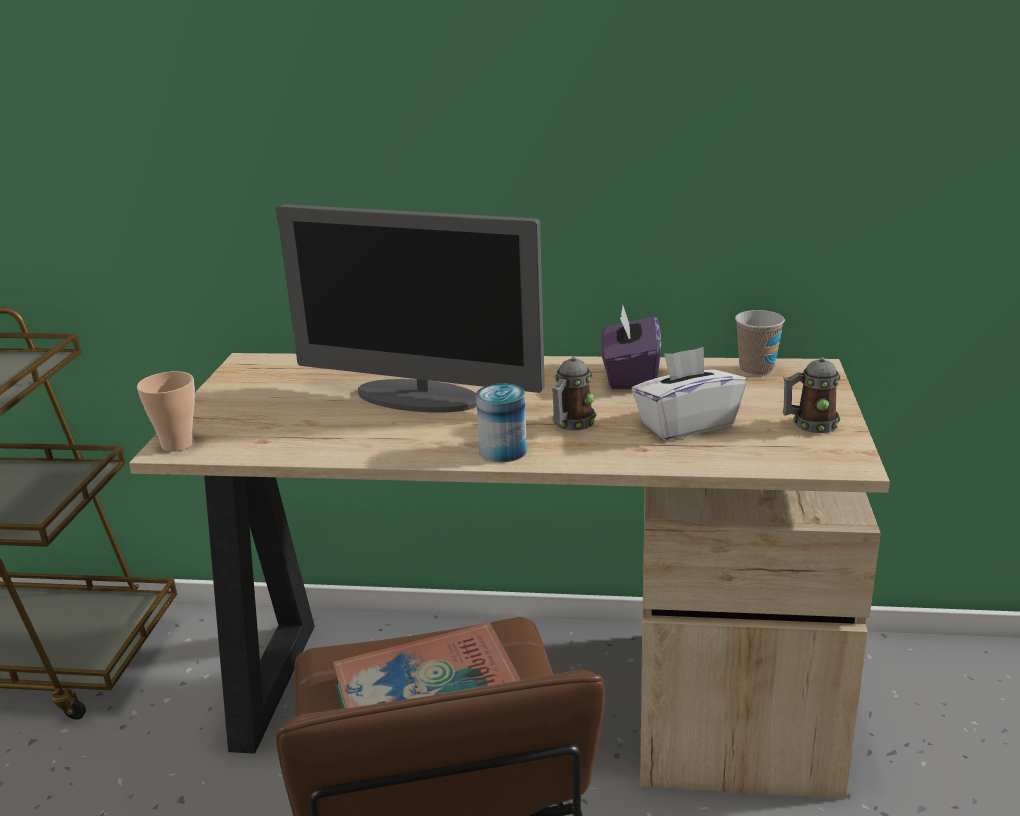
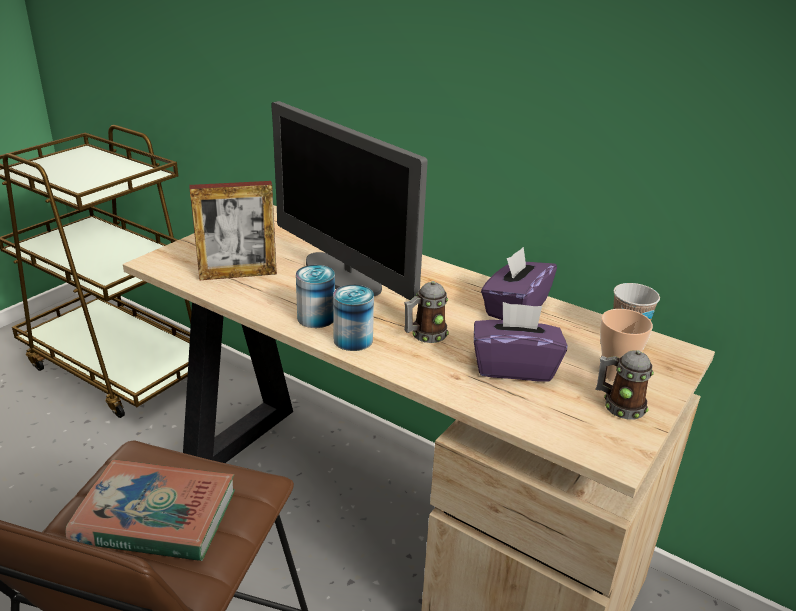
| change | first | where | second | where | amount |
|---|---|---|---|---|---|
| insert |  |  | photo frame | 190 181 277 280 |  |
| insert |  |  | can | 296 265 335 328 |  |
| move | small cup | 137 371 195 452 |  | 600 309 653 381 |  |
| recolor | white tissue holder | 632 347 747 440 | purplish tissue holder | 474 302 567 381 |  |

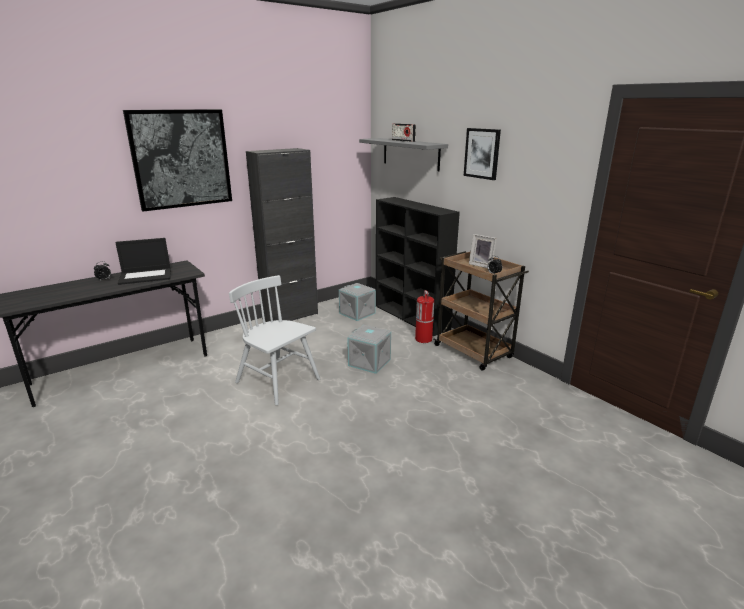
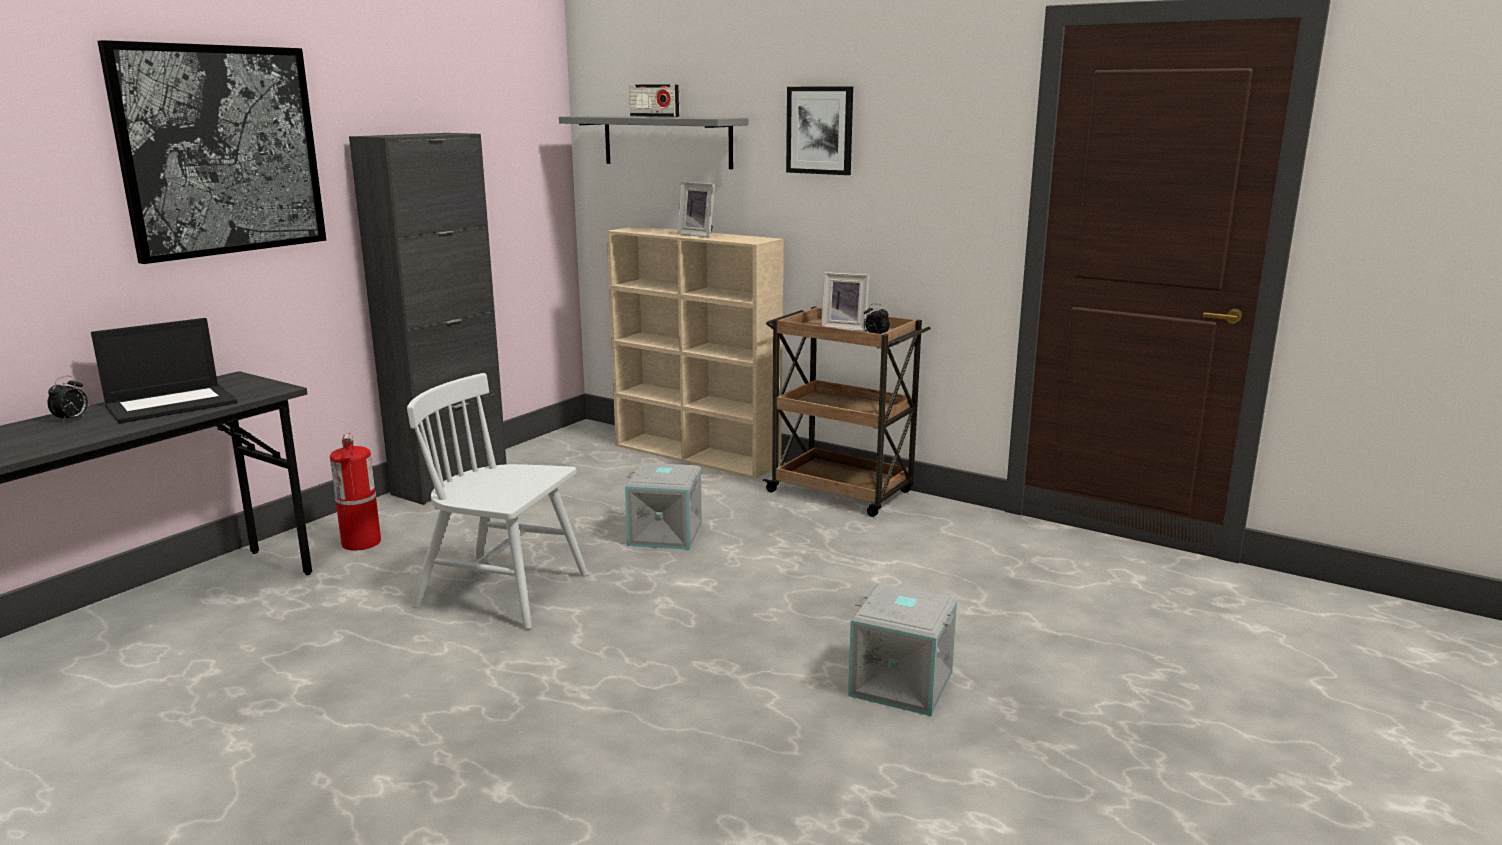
| change | first | where | second | where | amount |
|---|---|---|---|---|---|
| insert |  |  | photo frame | 677 182 715 238 |  |
| move | grey storage bin | 339 283 376 321 |  | 848 583 957 716 |  |
| move | fire extinguisher | 415 290 434 343 |  | 330 433 381 551 |  |
| recolor | black-coloured bookcase | 376 197 460 336 | beige bookcase | 607 226 783 479 |  |

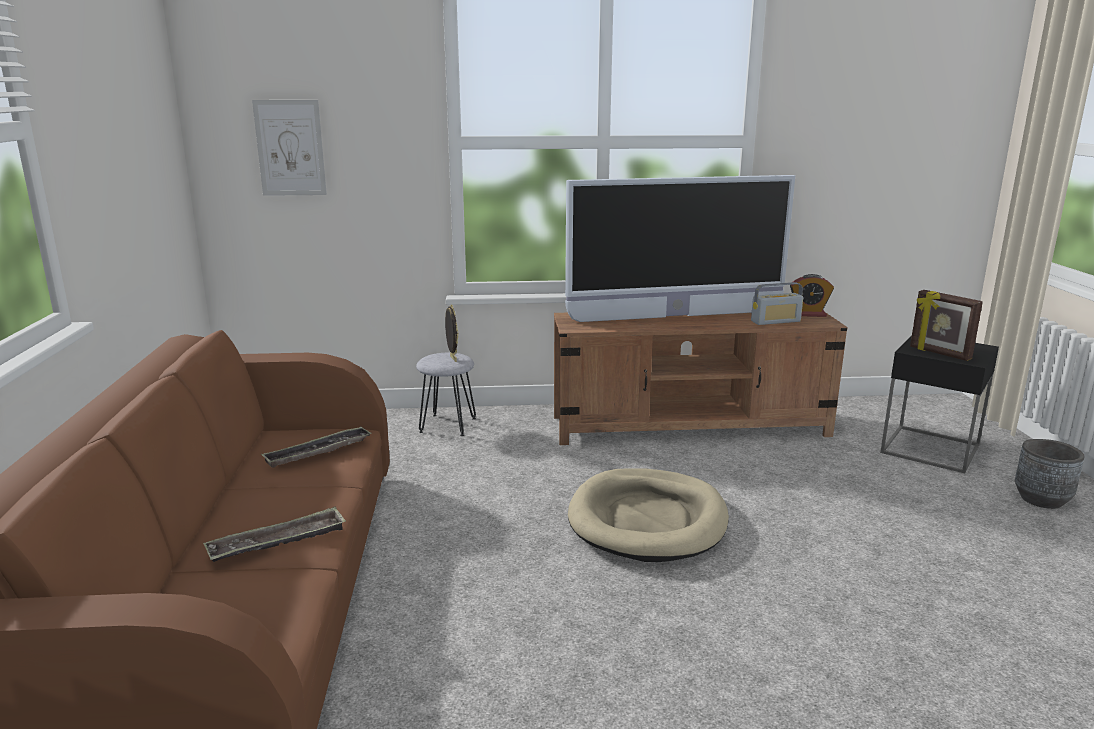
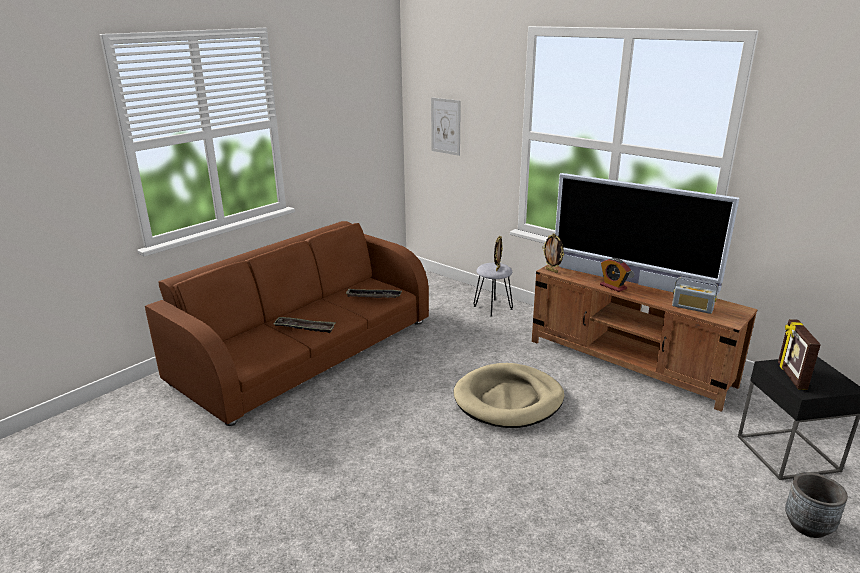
| change | first | where | second | where | amount |
|---|---|---|---|---|---|
| insert |  |  | photo frame | 543 234 564 273 |  |
| move | bedside clock | 790 274 834 317 |  | 600 258 631 292 |  |

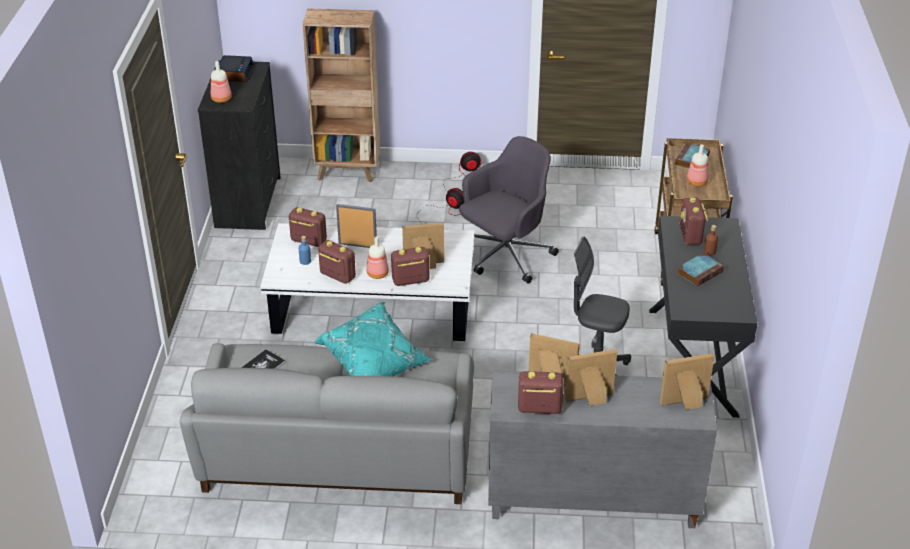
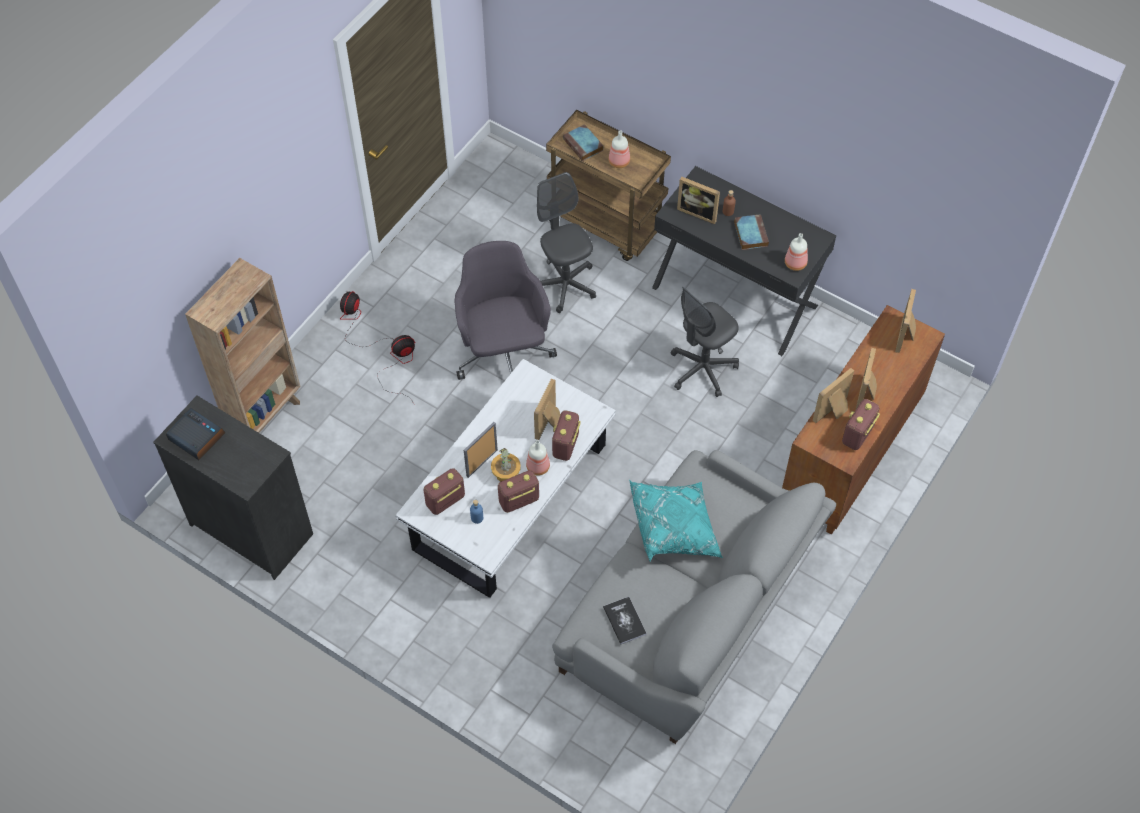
| change | first | where | second | where | amount |
|---|---|---|---|---|---|
| insert |  |  | potted plant | 491 448 521 482 |  |
| insert |  |  | grey office chair | 537 172 596 313 |  |
| move | bottle | 211 61 232 103 |  | 785 233 808 271 |  |
| replace | radio set | 679 197 708 245 | photo frame | 677 177 720 224 |  |
| recolor | grey storage cabinet | 488 370 717 528 | brownish storage cabinet | 782 305 945 535 |  |

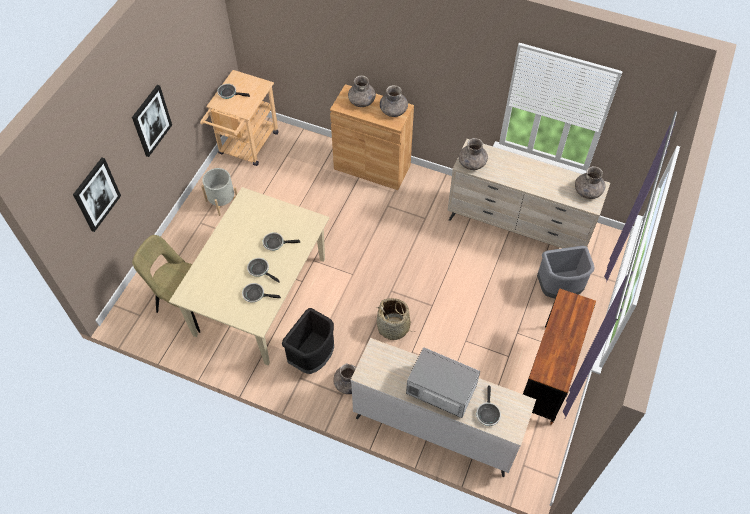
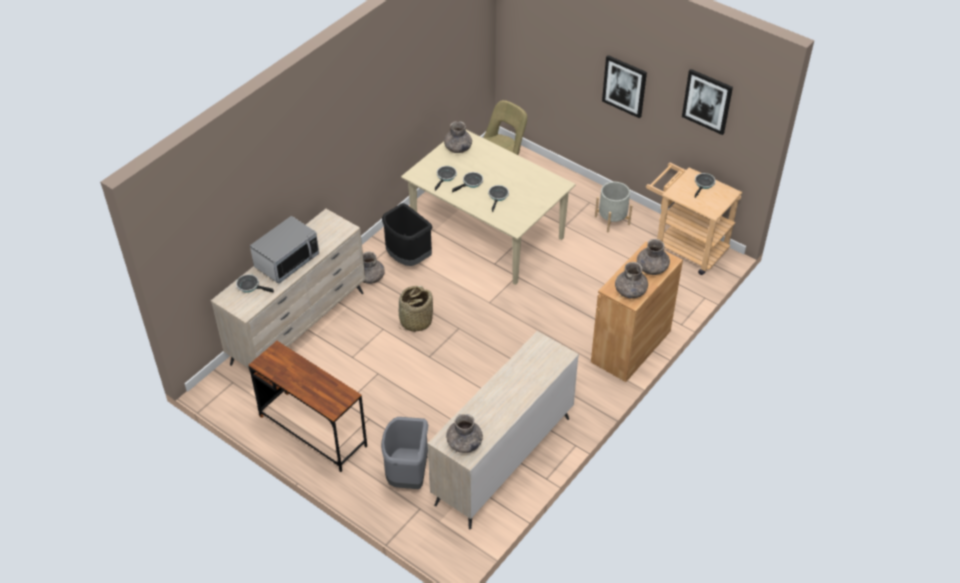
| change | first | where | second | where | amount |
|---|---|---|---|---|---|
| move | wall picture | 73 158 121 232 |  | 682 69 733 135 |  |
| move | grey vase | 458 138 488 170 |  | 444 121 472 153 |  |

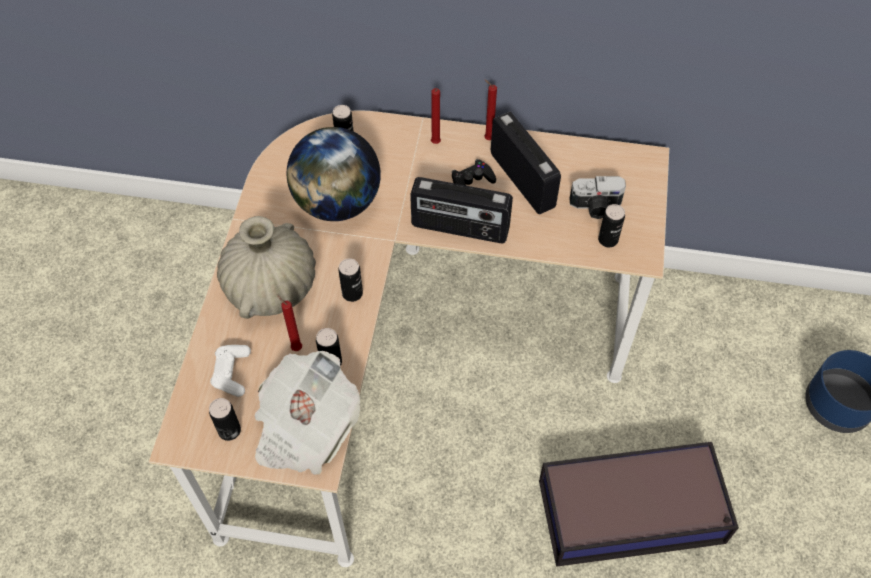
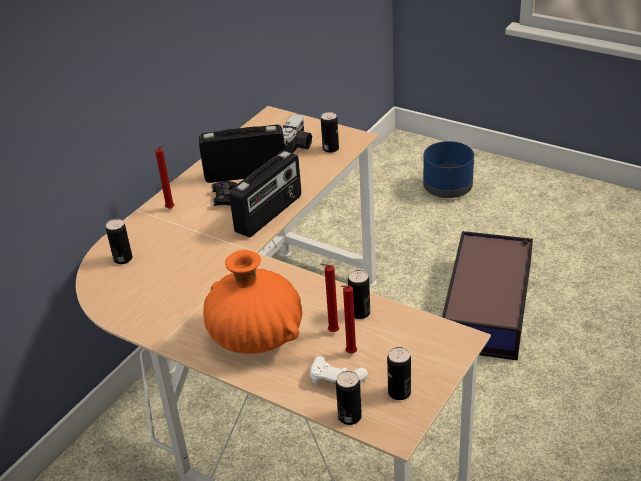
| change | first | where | second | where | amount |
|---|---|---|---|---|---|
| delete | newspaper | 254 351 360 475 |  |  |  |
| delete | world globe | 287 127 381 221 |  |  |  |
| move | can | 338 258 363 302 |  | 336 371 362 425 |  |
| move | reddish candle | 484 79 497 140 |  | 341 285 357 354 |  |
| recolor | beige vase | 217 216 316 319 | orange vase | 203 250 302 354 |  |

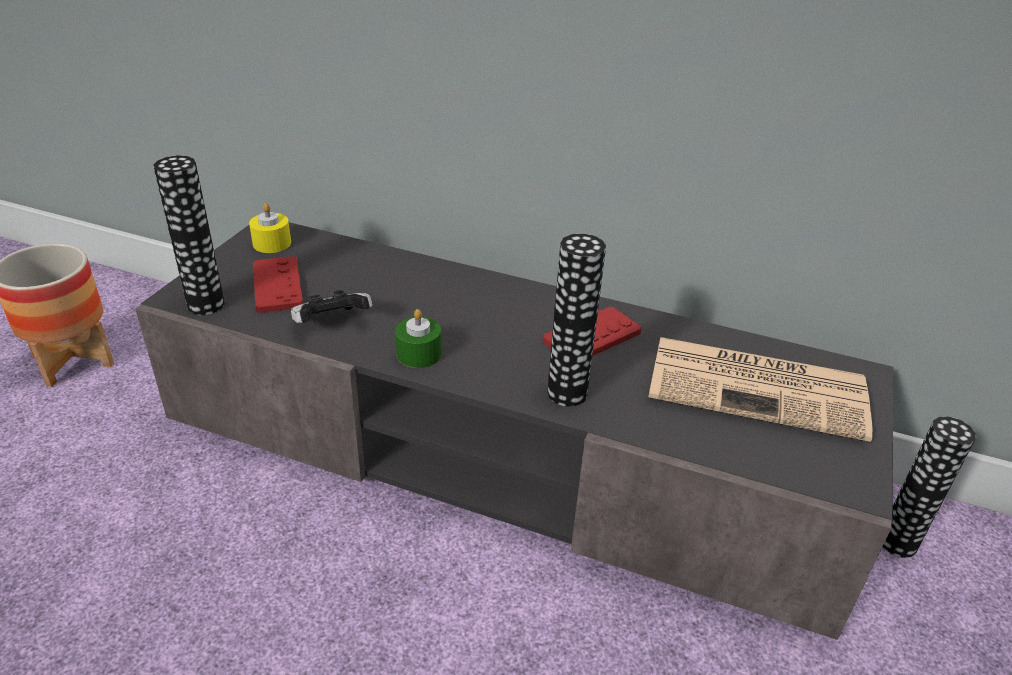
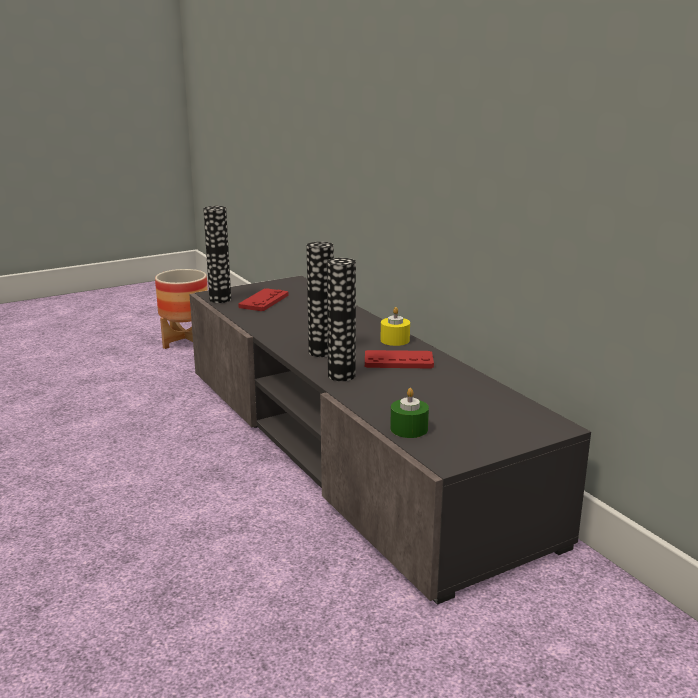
| change | first | where | second | where | amount |
|---|---|---|---|---|---|
| delete | game controller | 291 290 373 323 |  |  |  |
| delete | newspaper | 648 337 873 442 |  |  |  |
| move | yellow candle | 249 203 291 253 |  | 381 307 410 346 |  |
| move | green candle | 395 309 442 368 |  | 390 388 429 438 |  |
| move | vase | 883 416 976 558 |  | 307 242 334 357 |  |

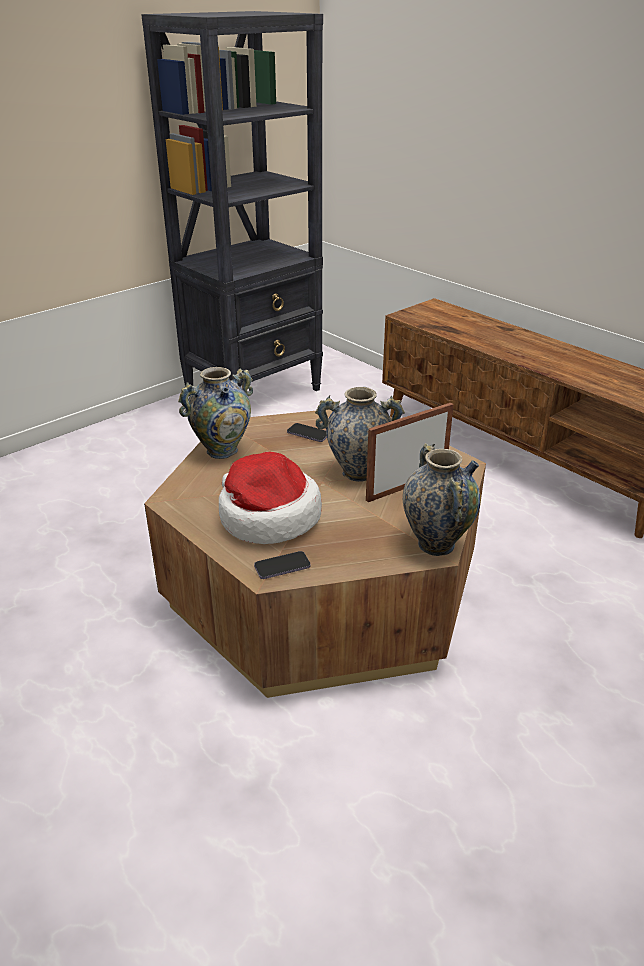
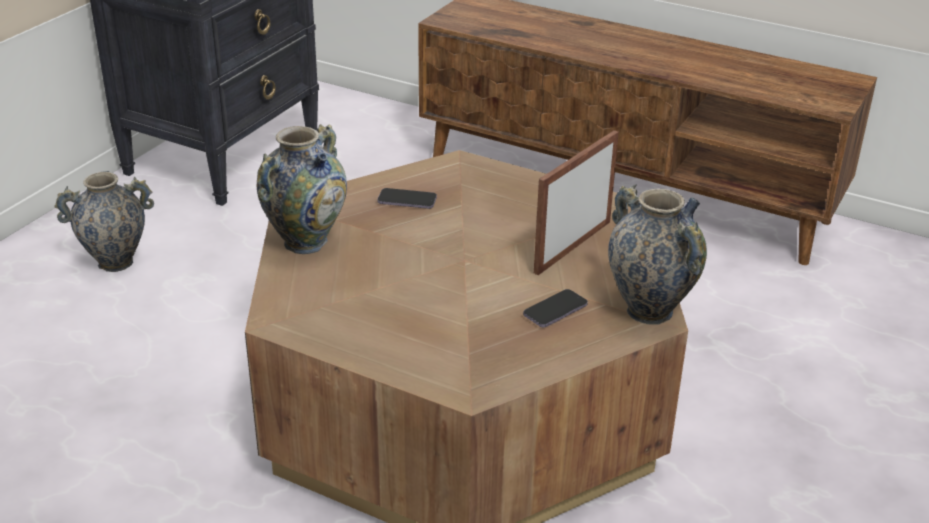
| change | first | where | second | where | amount |
|---|---|---|---|---|---|
| delete | wearable hat | 219 452 322 544 |  |  |  |
| move | telephone | 254 551 311 579 |  | 523 289 588 327 |  |
| move | vase | 315 387 405 482 |  | 54 171 154 272 |  |

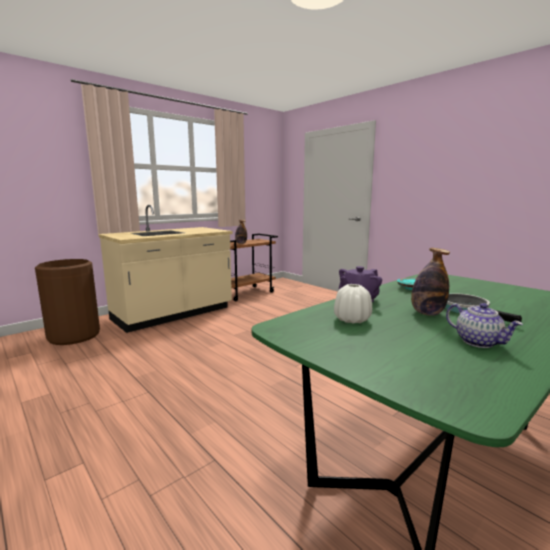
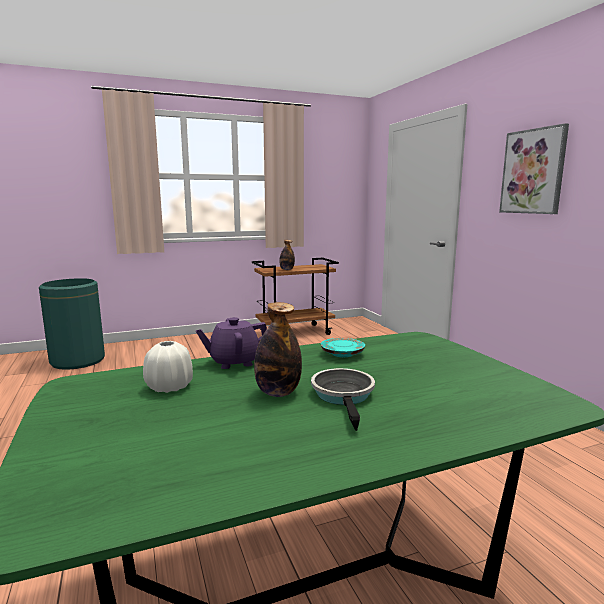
| change | first | where | second | where | amount |
|---|---|---|---|---|---|
| delete | beige counter | 99 205 233 333 |  |  |  |
| delete | pot for tea | 446 303 523 348 |  |  |  |
| insert |  |  | wall picture | 499 123 569 214 |  |
| recolor | brownish trash can | 35 259 100 345 | green trash can | 39 278 105 370 |  |

